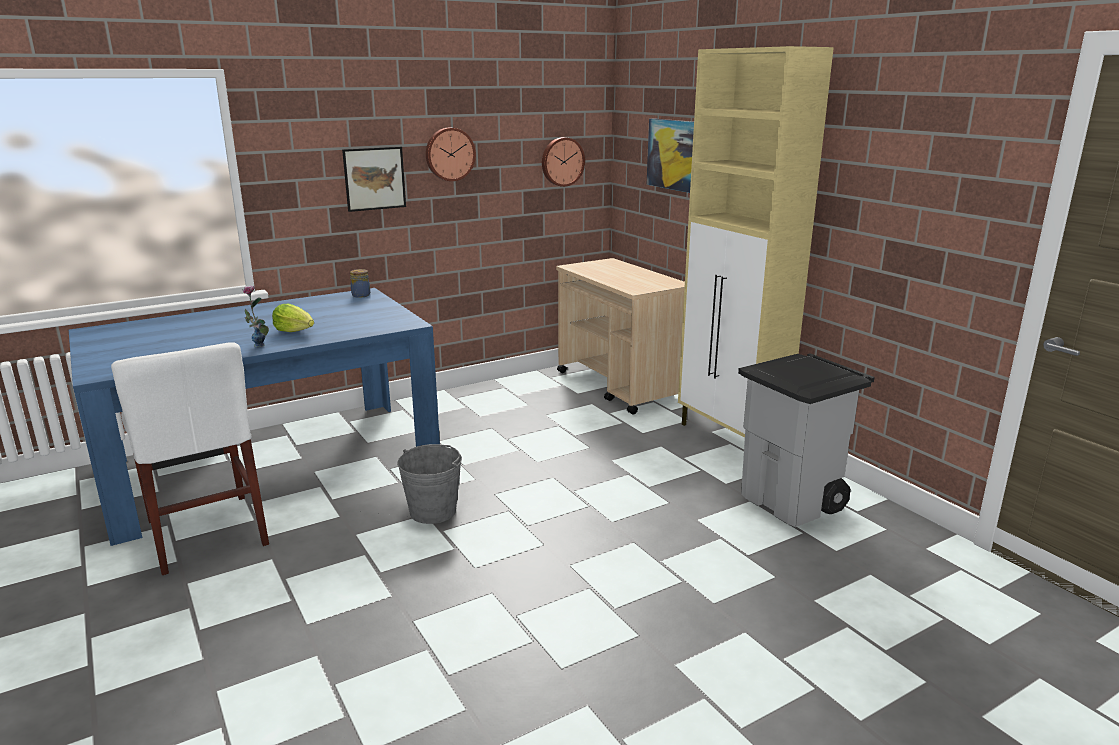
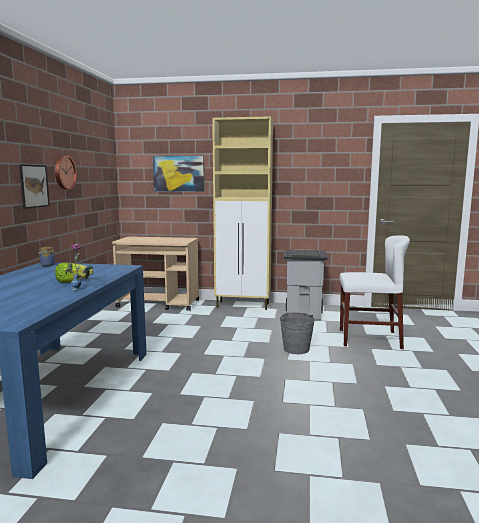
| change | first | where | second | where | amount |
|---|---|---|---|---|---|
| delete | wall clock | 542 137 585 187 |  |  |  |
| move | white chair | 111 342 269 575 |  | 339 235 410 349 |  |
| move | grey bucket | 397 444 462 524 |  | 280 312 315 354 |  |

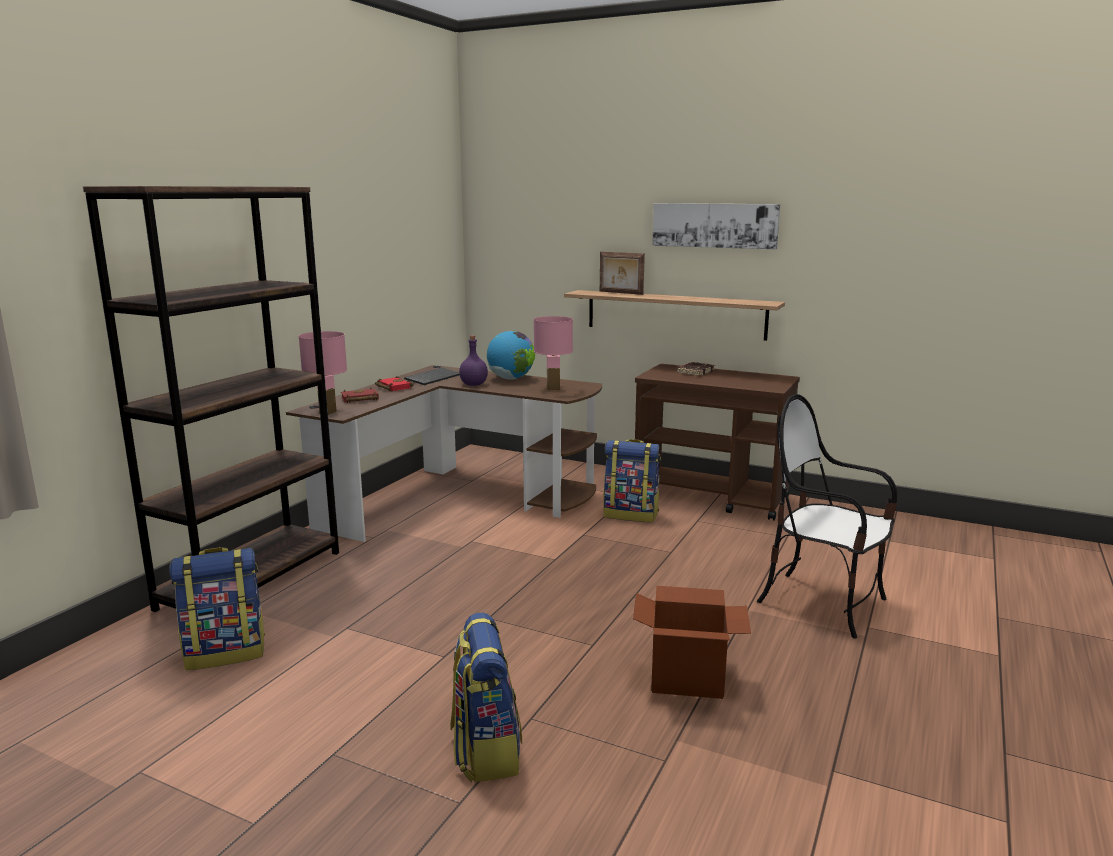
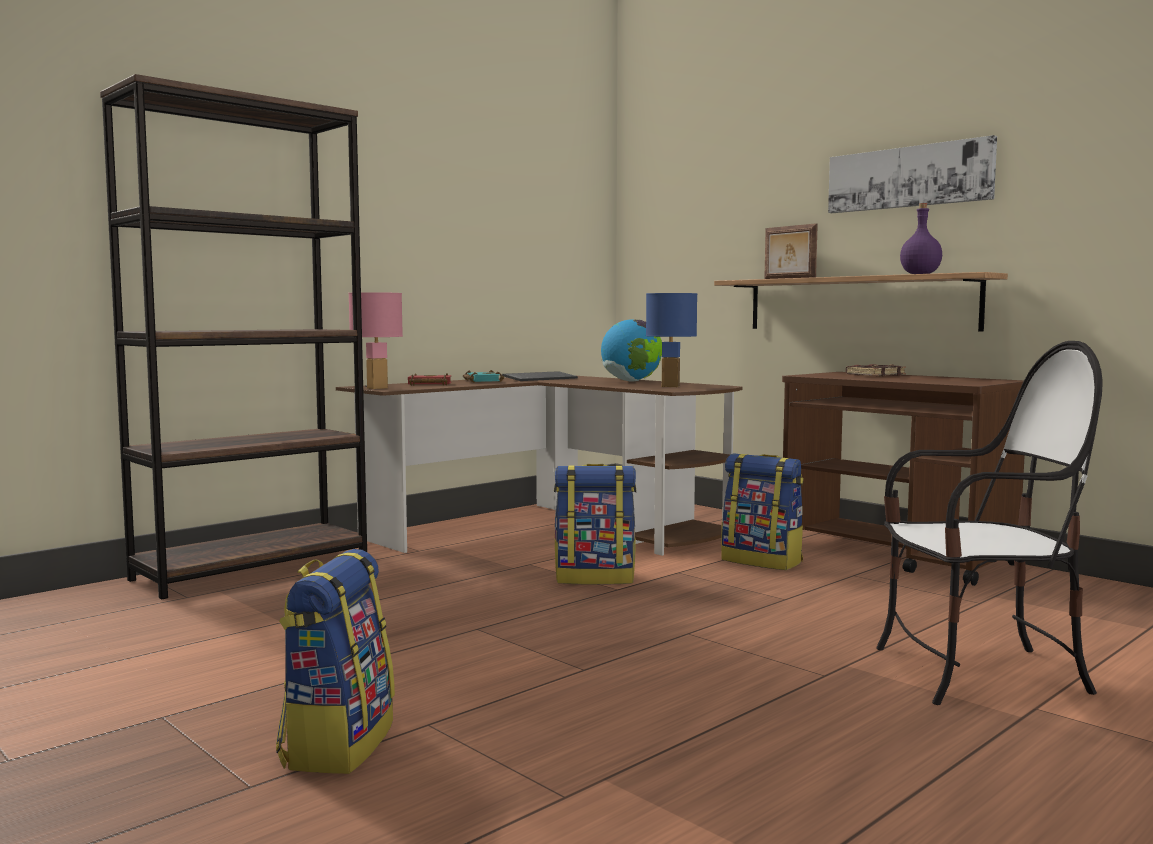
| change | first | where | second | where | amount |
|---|---|---|---|---|---|
| delete | cardboard box | 633 586 751 699 |  |  |  |
| move | knapsack | 169 547 265 670 |  | 554 464 636 584 |  |
| move | purplish bottle | 459 336 488 386 |  | 900 203 942 274 |  |
| recolor | reddish bound book | 375 376 414 392 | turquoise-coloured bound book | 463 370 504 383 |  |
| recolor | pinkish table lamp | 534 316 573 390 | blue table lamp | 646 293 697 387 |  |
| rotate | chair | 757 394 897 639 |  | 876 341 1103 705 | 120 degrees clockwise |

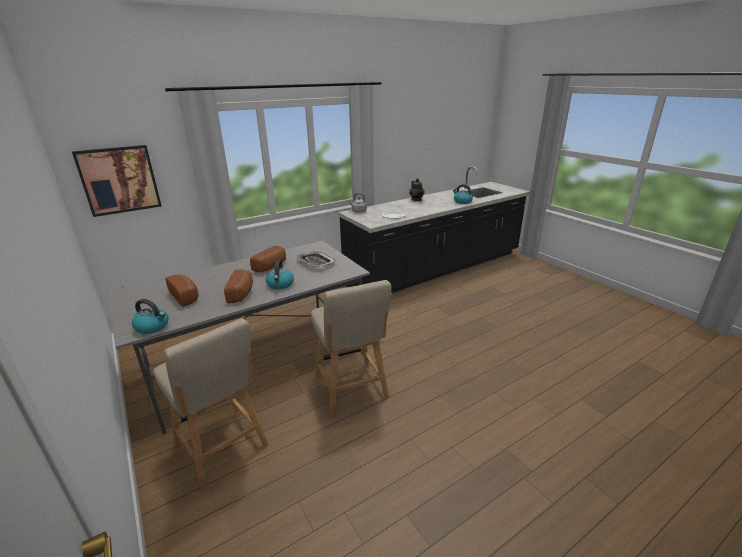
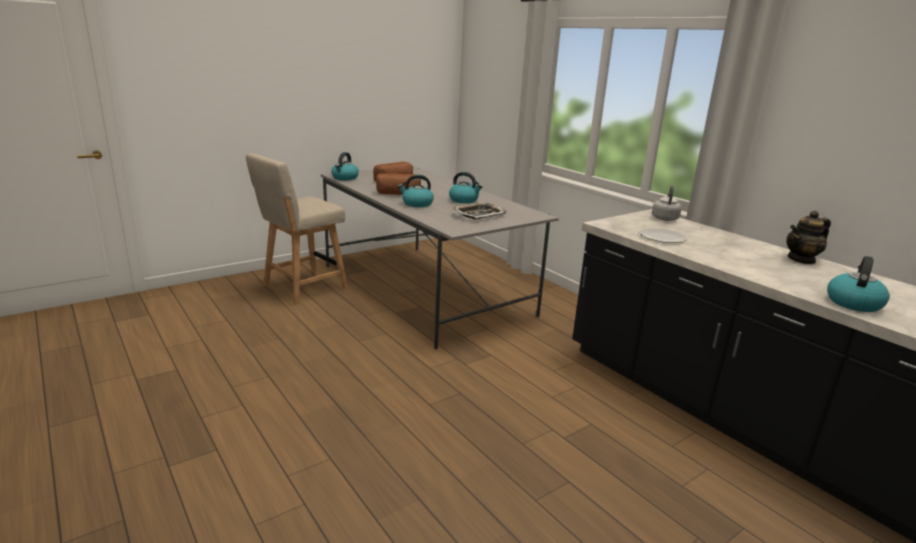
| change | first | where | second | where | amount |
|---|---|---|---|---|---|
| delete | wall picture | 72 145 161 217 |  |  |  |
| delete | beige chair | 311 280 391 414 |  |  |  |
| replace | bakery bread | 250 245 286 272 | water kettle | 449 172 483 203 |  |

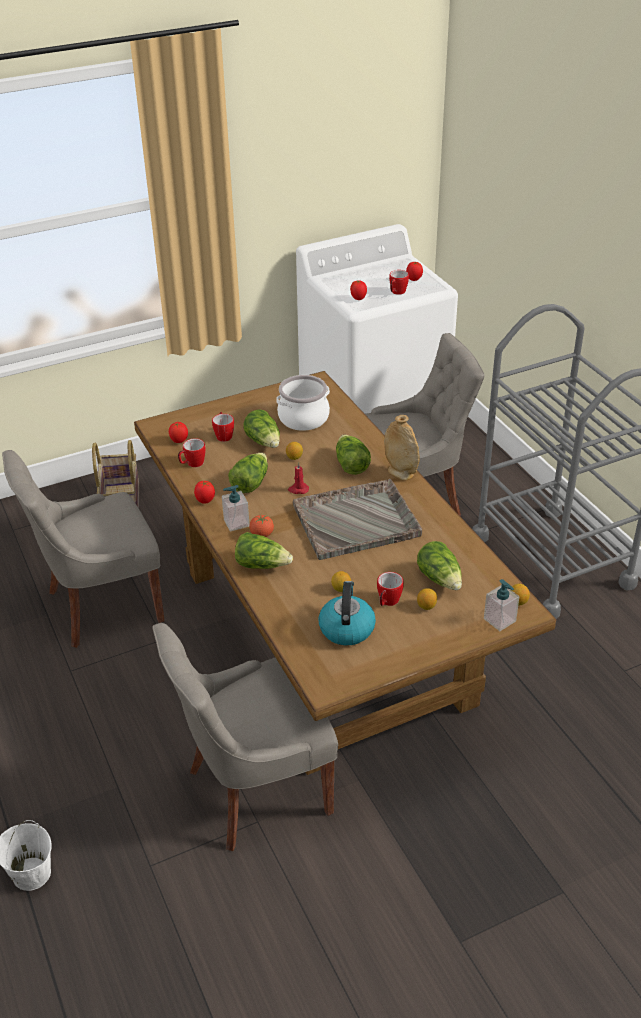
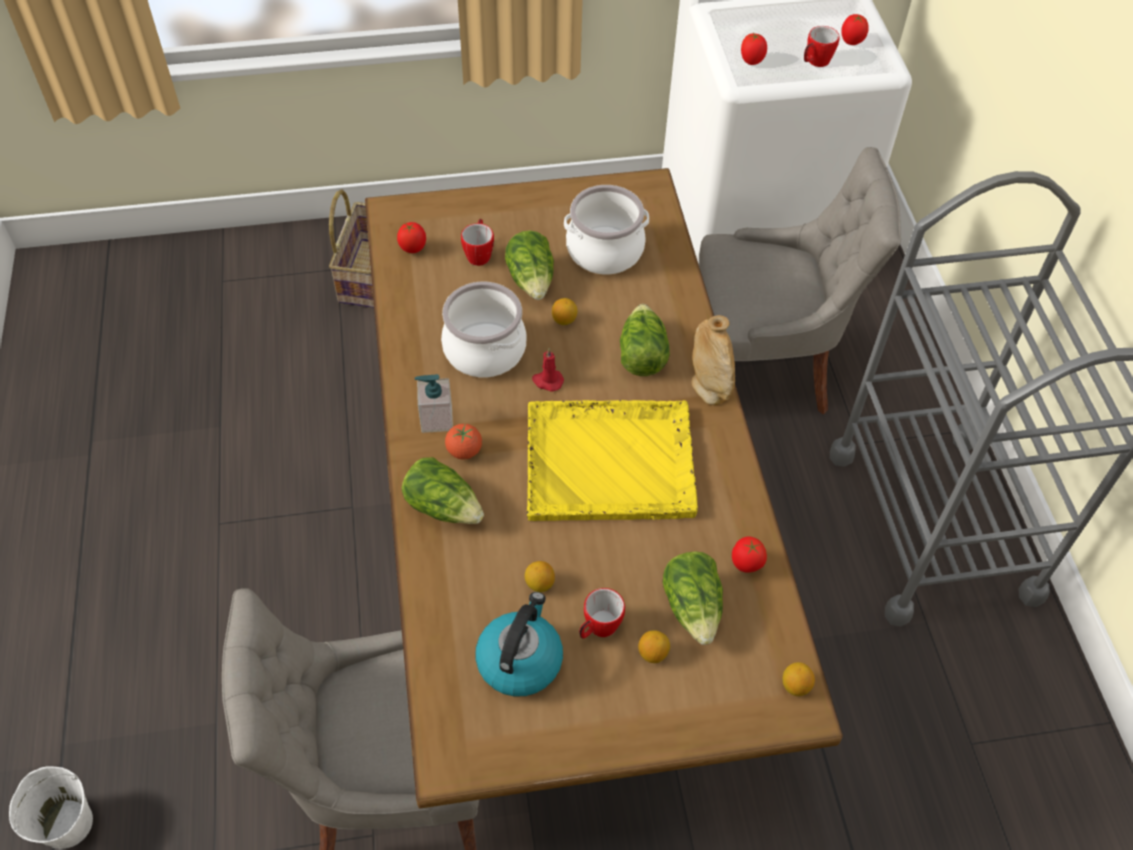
| change | first | where | second | where | amount |
|---|---|---|---|---|---|
| delete | grey chair | 2 450 165 648 |  |  |  |
| delete | tea mug | 178 438 206 467 |  |  |  |
| delete | soap dispenser | 484 579 519 631 |  |  |  |
| move | whole tomato | 194 481 215 504 |  | 732 536 767 573 |  |
| replace | lettuce head | 228 453 268 493 | stockpot | 441 281 527 378 |  |
| recolor | grey serving tray | 293 479 422 560 | yellow serving tray | 527 400 698 521 |  |

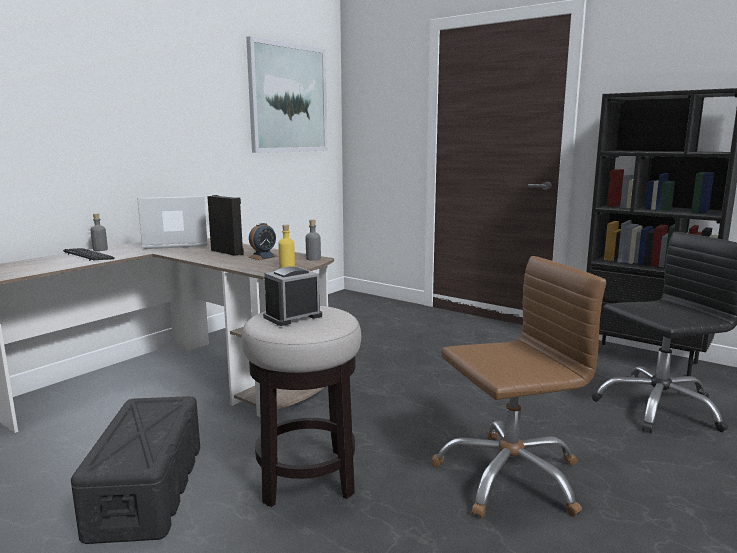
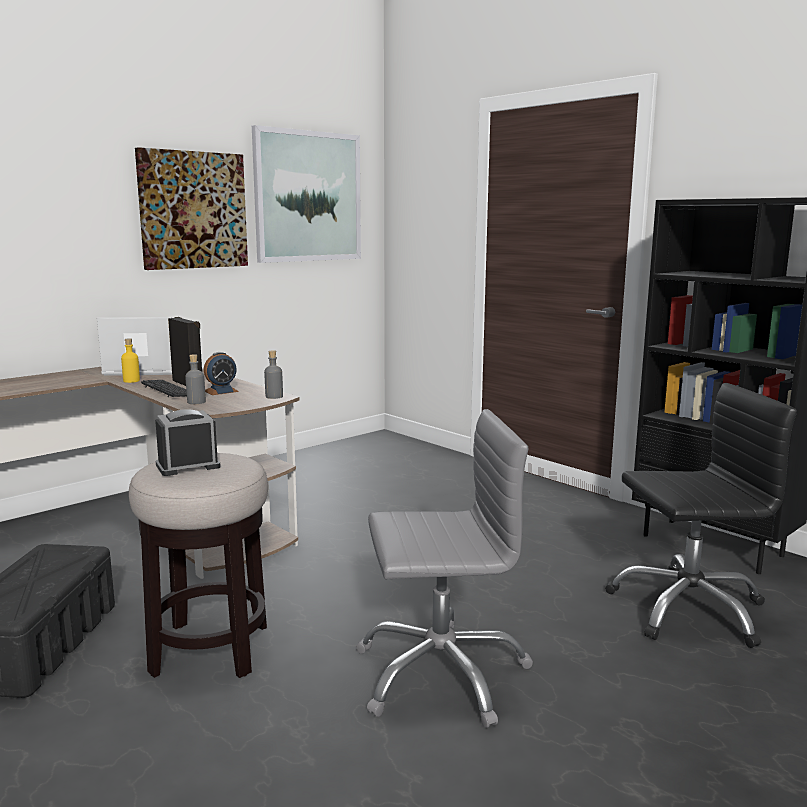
| change | first | where | second | where | amount |
|---|---|---|---|---|---|
| insert |  |  | wall picture | 135 147 248 270 |  |
| move | computer keyboard | 63 248 115 261 |  | 141 380 187 397 |  |
| move | grey bottle | 91 213 108 251 |  | 185 354 206 404 |  |
| move | yellow bottle | 278 225 295 268 |  | 121 339 140 383 |  |
| recolor | brownish office chair | 431 256 606 518 | grey office chair | 356 409 533 728 |  |

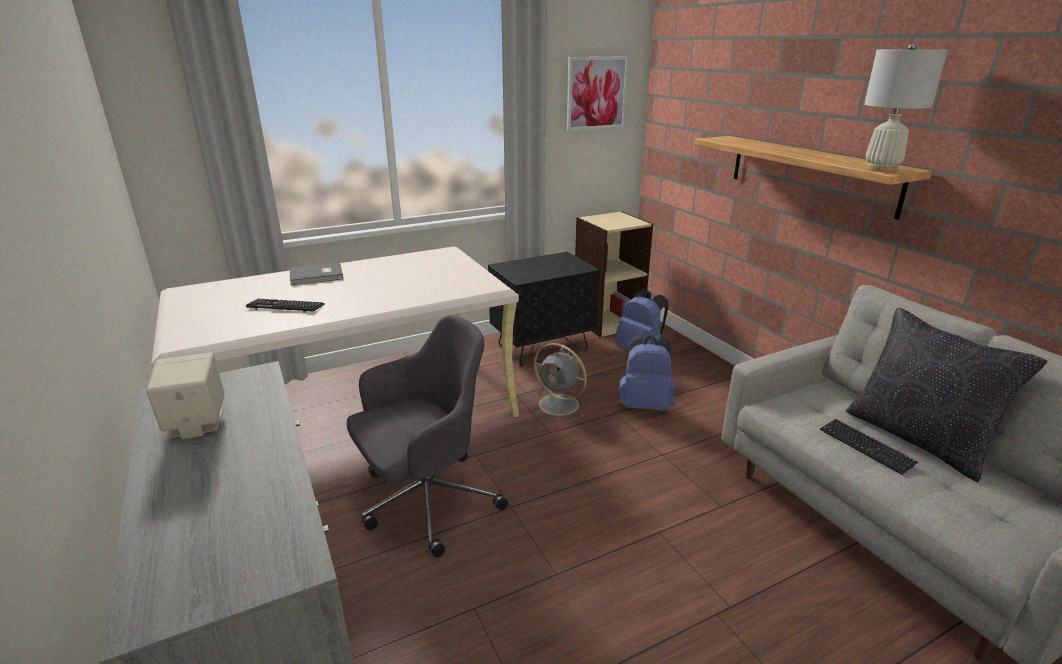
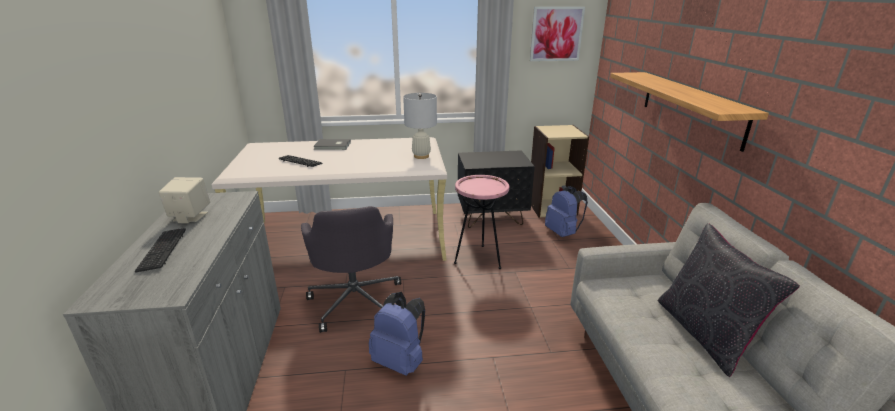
| change | first | where | second | where | amount |
|---|---|---|---|---|---|
| move | blue knapsack | 619 335 676 411 |  | 369 292 425 376 |  |
| move | computer keyboard | 820 419 918 475 |  | 135 228 186 272 |  |
| move | white table lamp | 864 44 948 172 |  | 403 93 437 159 |  |
| replace | grey cooling fan | 529 343 590 422 | pinkish accent table | 454 175 509 269 |  |
| rotate | grey office chair | 347 315 508 557 |  | 301 206 401 333 | 90 degrees clockwise |

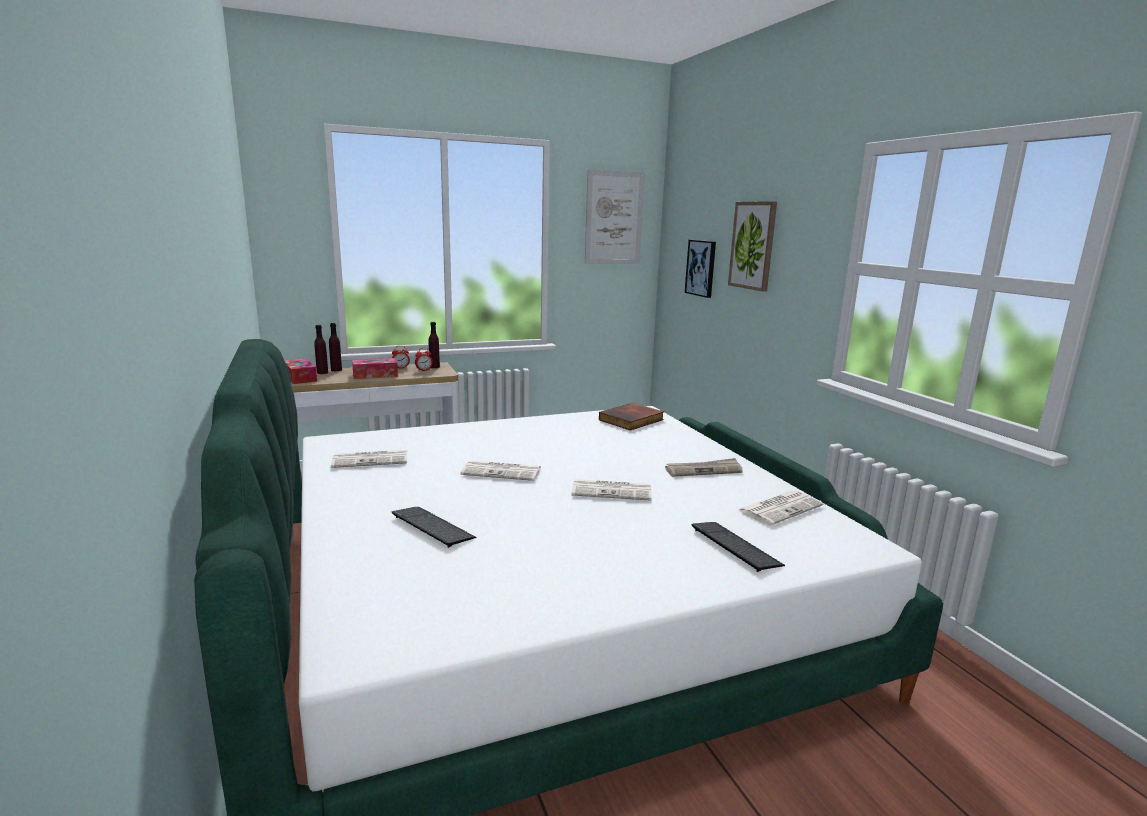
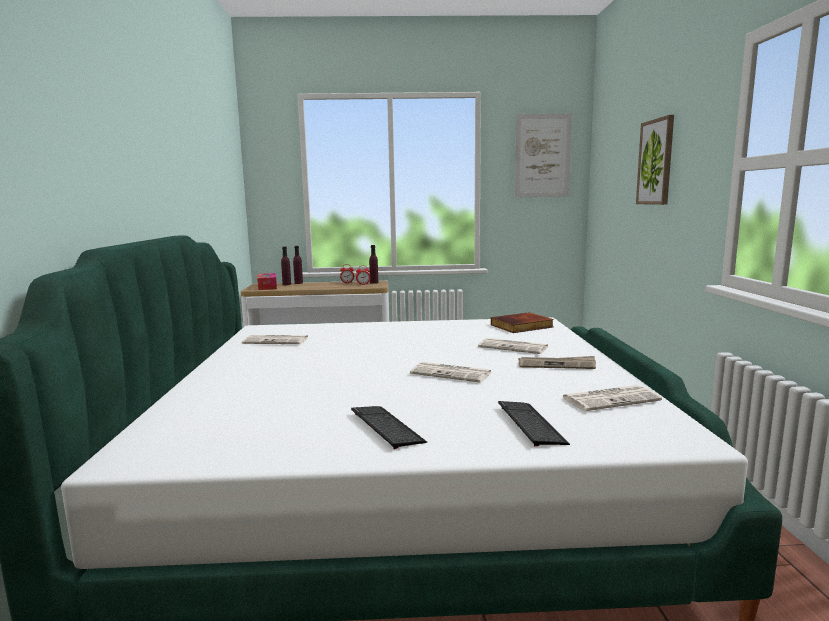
| change | first | where | second | where | amount |
|---|---|---|---|---|---|
| delete | tissue holder | 352 358 398 379 |  |  |  |
| delete | wall picture | 685 240 716 298 |  |  |  |
| move | computer keyboard | 392 507 476 548 |  | 351 406 427 449 |  |
| move | newspaper | 460 460 541 481 |  | 478 338 548 354 |  |

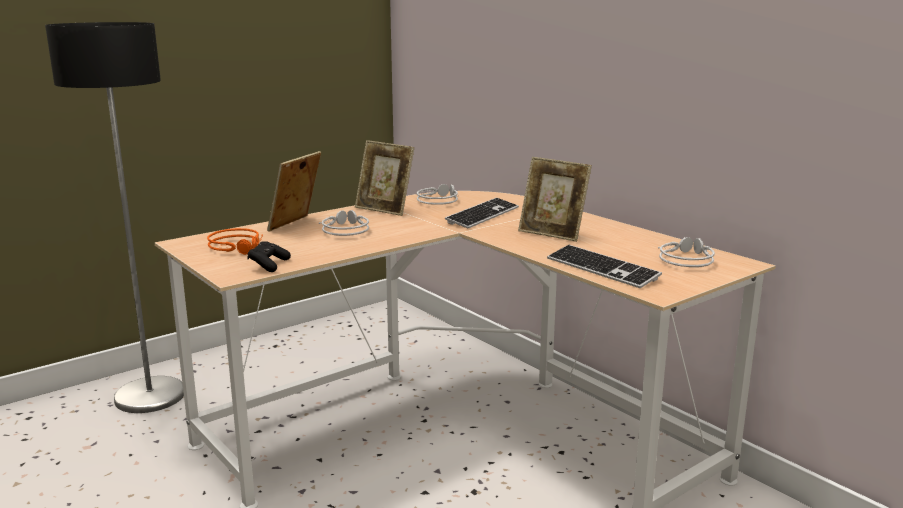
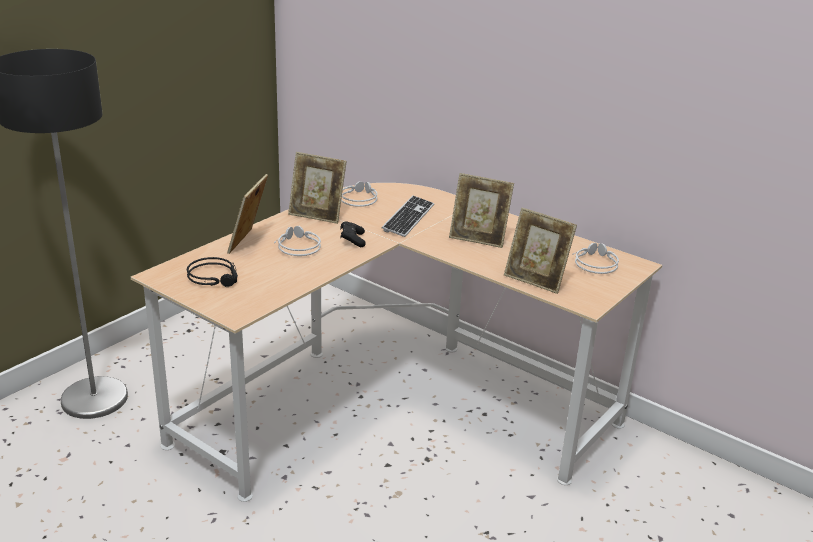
| change | first | where | second | where | amount |
|---|---|---|---|---|---|
| move | black-coloured game controller | 248 241 291 272 |  | 340 222 366 247 |  |
| replace | computer keyboard | 547 245 662 288 | photo frame | 504 207 577 294 |  |
| recolor | orange pair of headphones | 207 228 263 255 | black-coloured pair of headphones | 187 257 238 287 |  |

